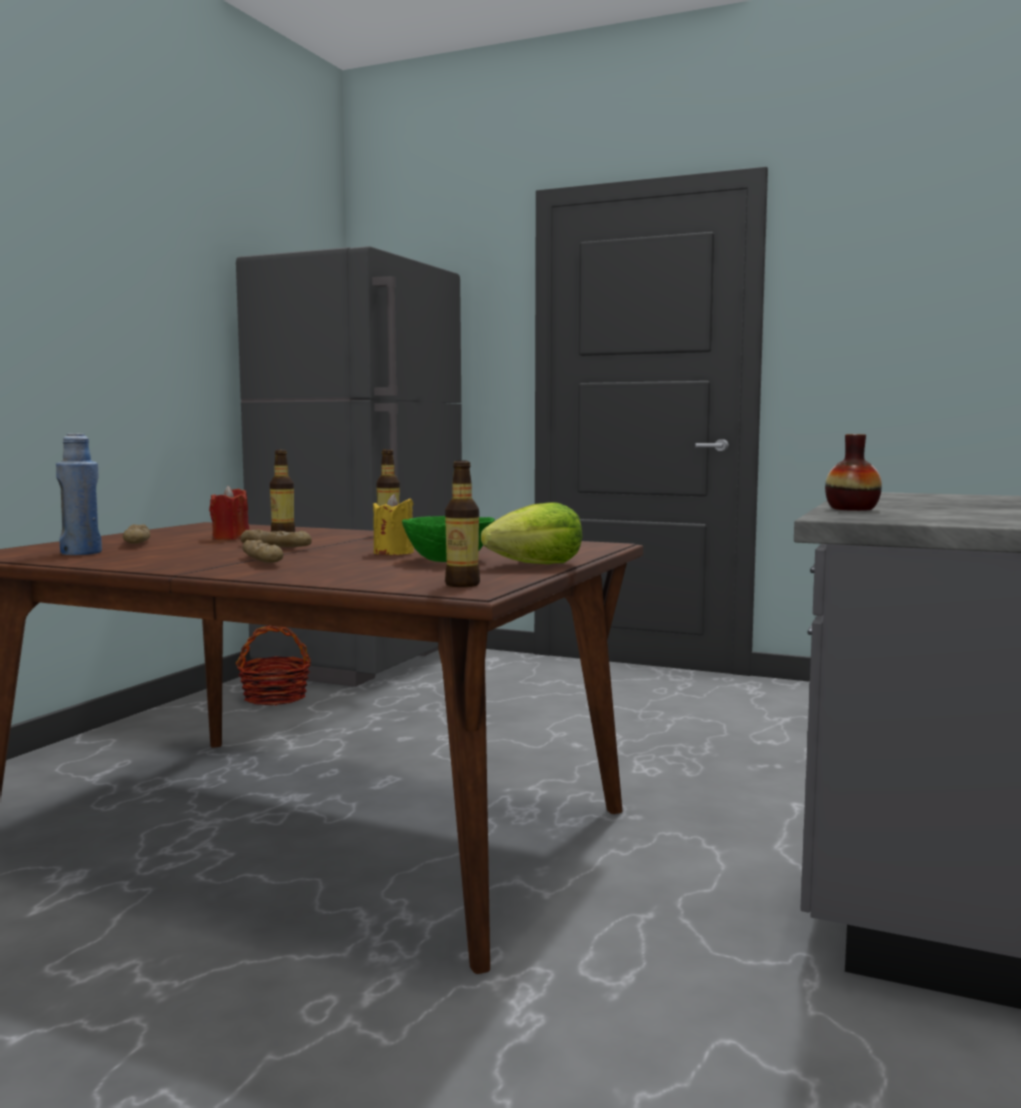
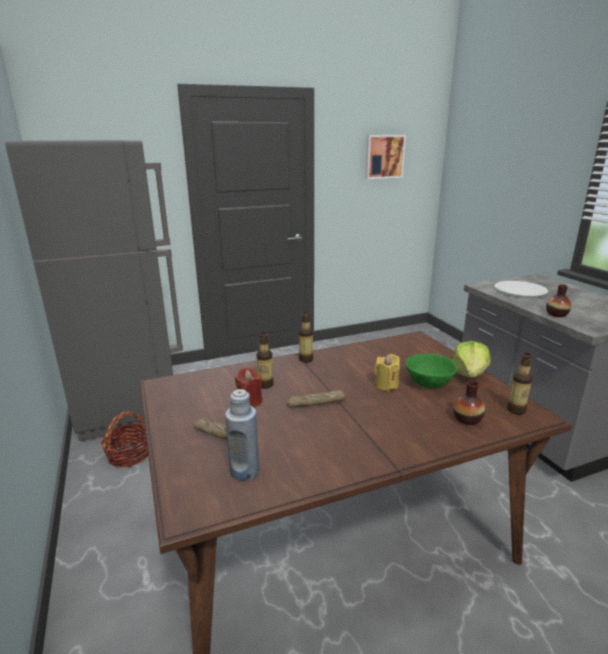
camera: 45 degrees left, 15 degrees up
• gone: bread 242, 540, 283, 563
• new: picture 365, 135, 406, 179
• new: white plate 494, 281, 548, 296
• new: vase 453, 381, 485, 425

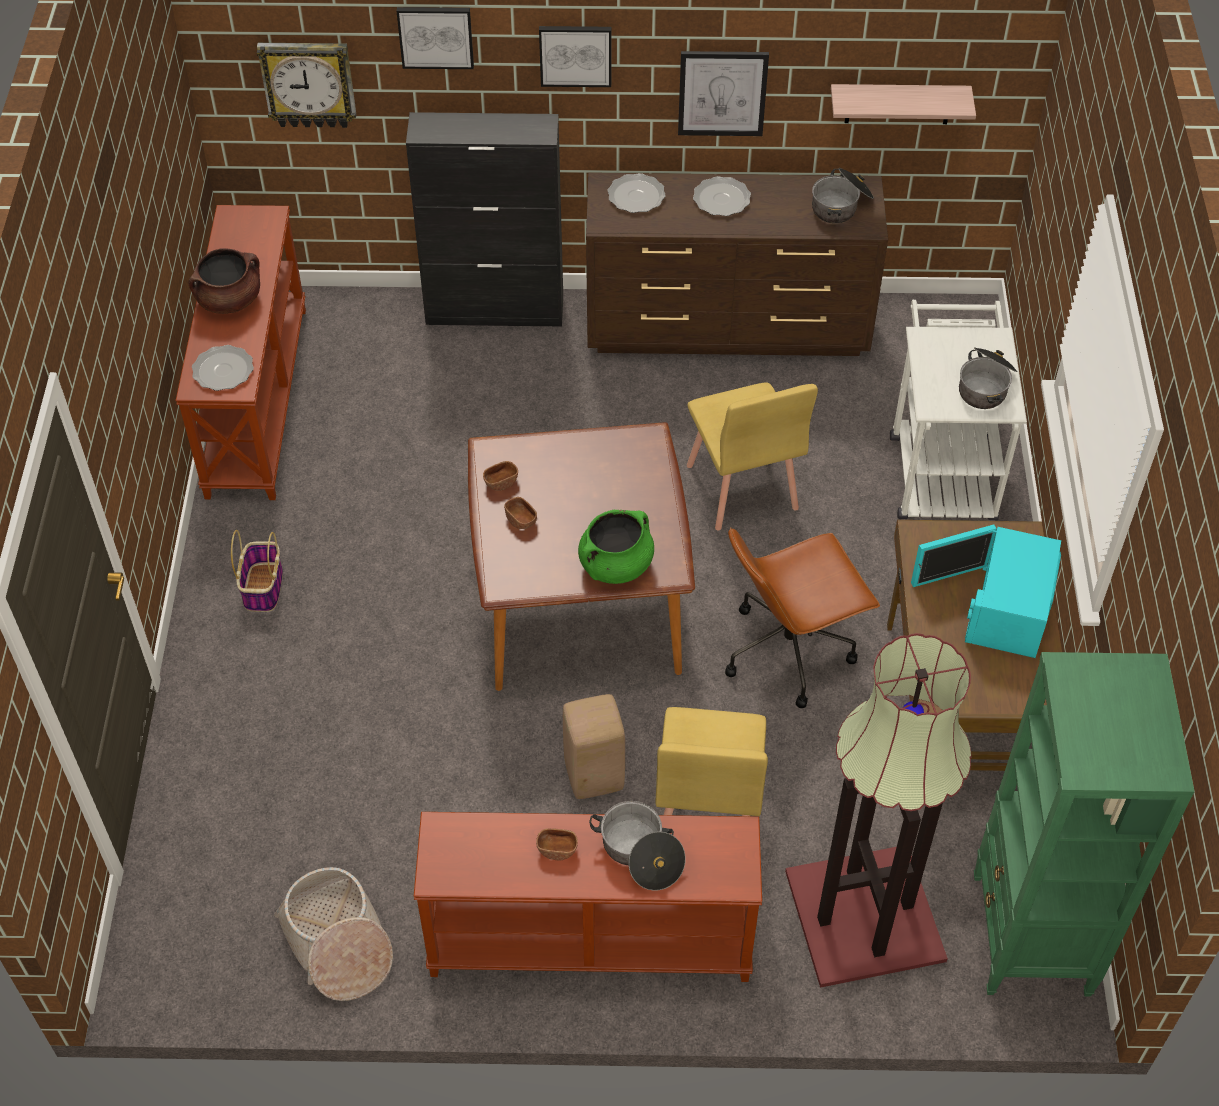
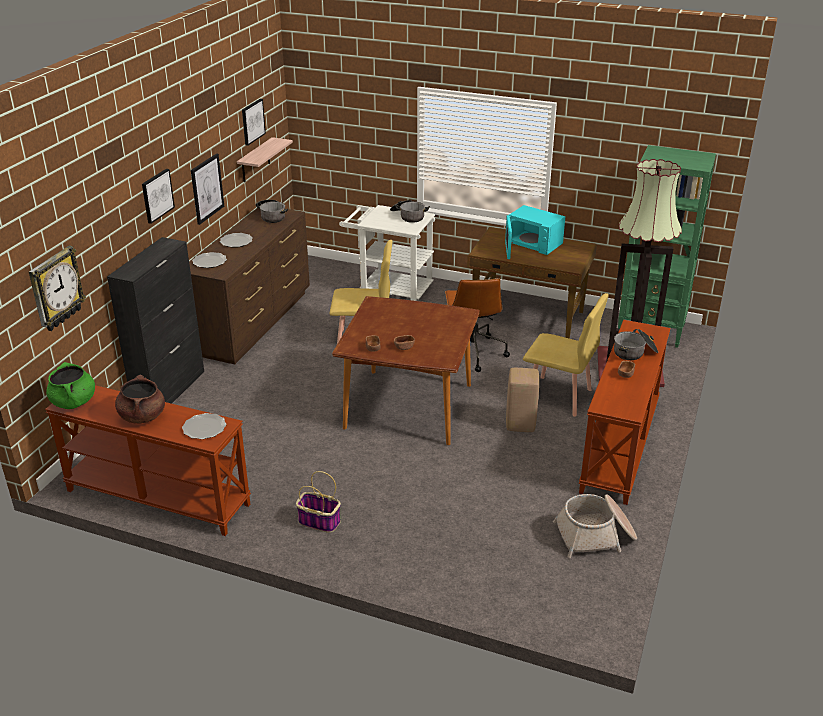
camera: 70 degrees left, 20 degrees down
• shifted: picture 397, 7, 474, 69 to 242, 99, 266, 146
• shifted: green cooking pot 578, 510, 654, 584 to 46, 362, 95, 409

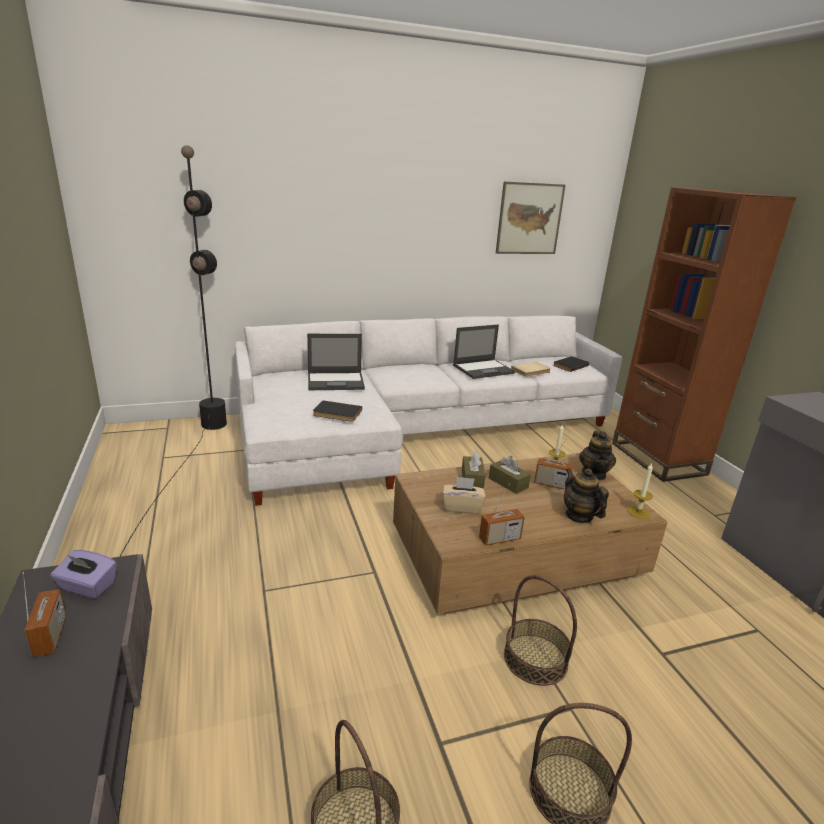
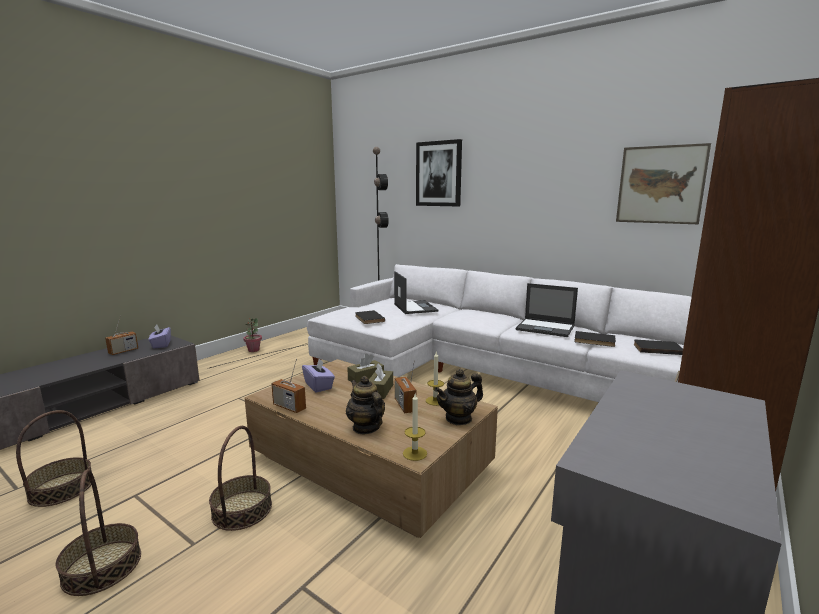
camera: 55 degrees right, 10 degrees down
• rotated: laptop 307, 334, 365, 390 = 394, 271, 438, 314 150 degrees counterclockwise
• repainted: beige book 511, 362, 551, 377 to black book 574, 331, 616, 347
• rotated: teapot 564, 468, 609, 523 = 346, 376, 385, 434 60 degrees counterclockwise
• repainted: beige tissue box 443, 476, 486, 514 to purple tissue box 302, 359, 335, 393
• new: picture 416, 139, 462, 206
• new: potted plant 243, 318, 262, 352

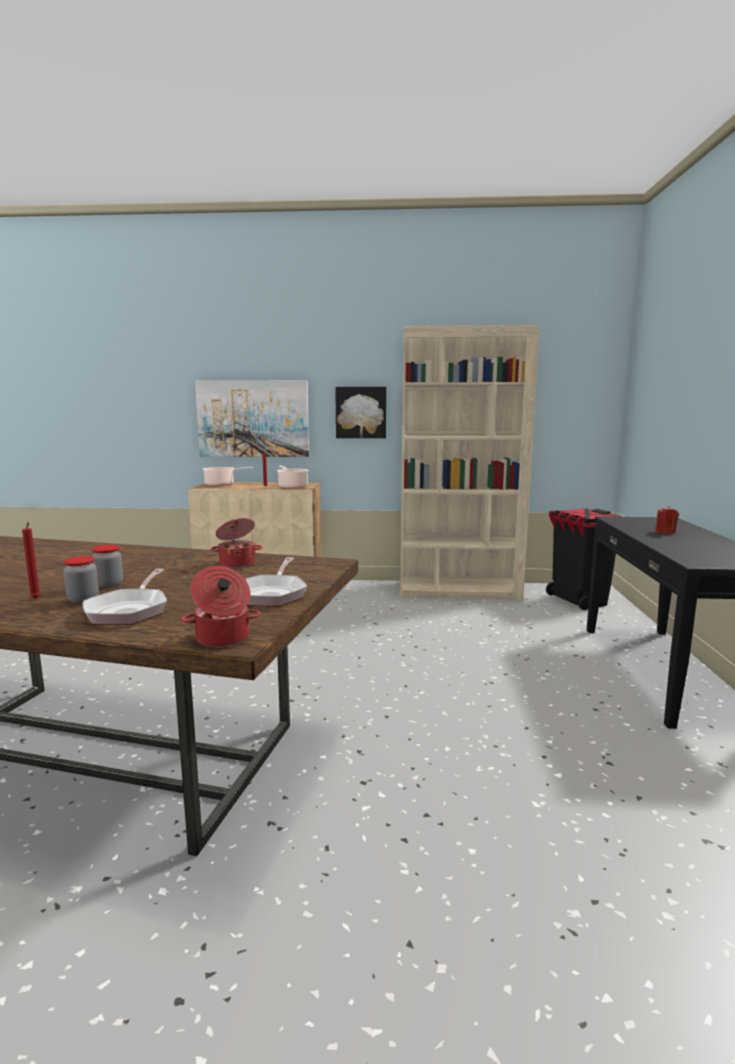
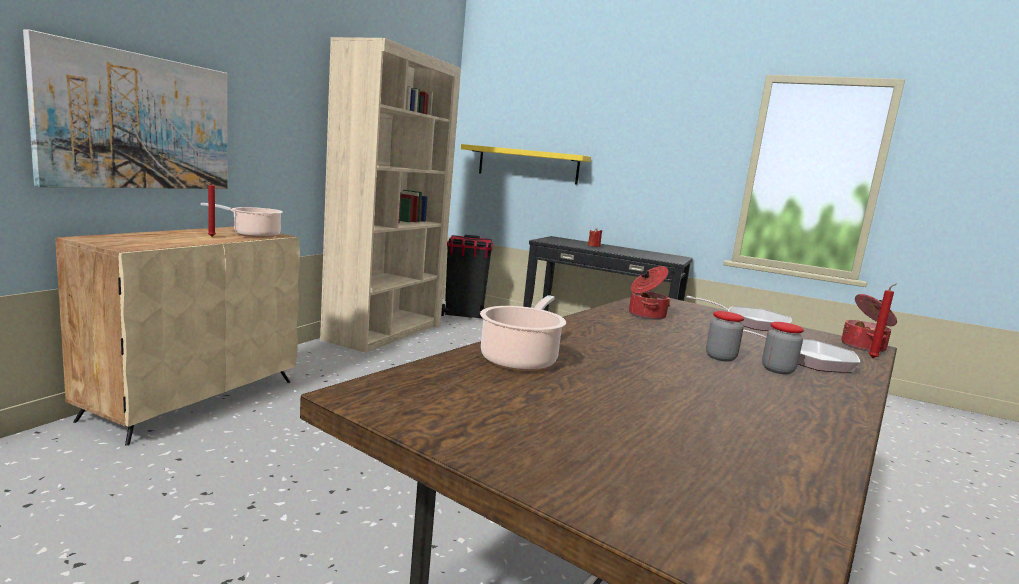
camera: 70 degrees left, 0 degrees up
• gone: picture 335, 387, 386, 438
• shifted: cooking pot 203, 467, 253, 486 to 480, 295, 566, 371
• shifted: red candle 22, 522, 41, 599 to 868, 283, 897, 358
• new: yellow shelf 461, 144, 591, 184

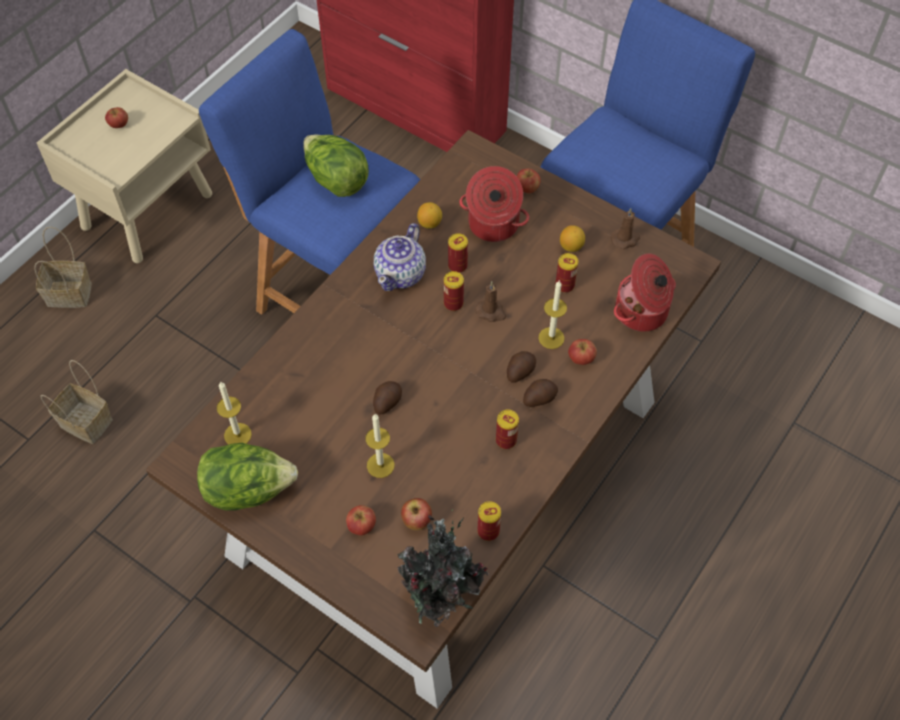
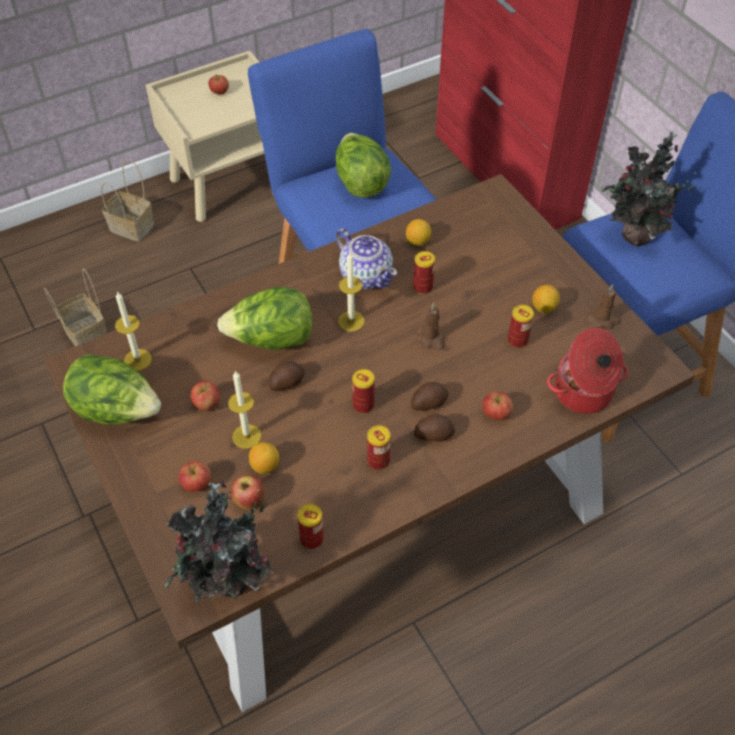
camera: 25 degrees right, 5 degrees down
• gone: cooking pot 459, 166, 529, 242
• shifted: apple 517, 169, 541, 194 to 190, 381, 220, 411
• rotated: teapot 374, 223, 426, 291 = 335, 228, 397, 289 90 degrees counterclockwise
• shifted: can 444, 271, 464, 311 to 352, 369, 375, 413
• shifted: candle 538, 281, 567, 349 to 338, 252, 365, 332
• new: potted plant 602, 131, 698, 246
• new: lettuce 217, 287, 313, 350
• new: lemon 249, 442, 279, 474

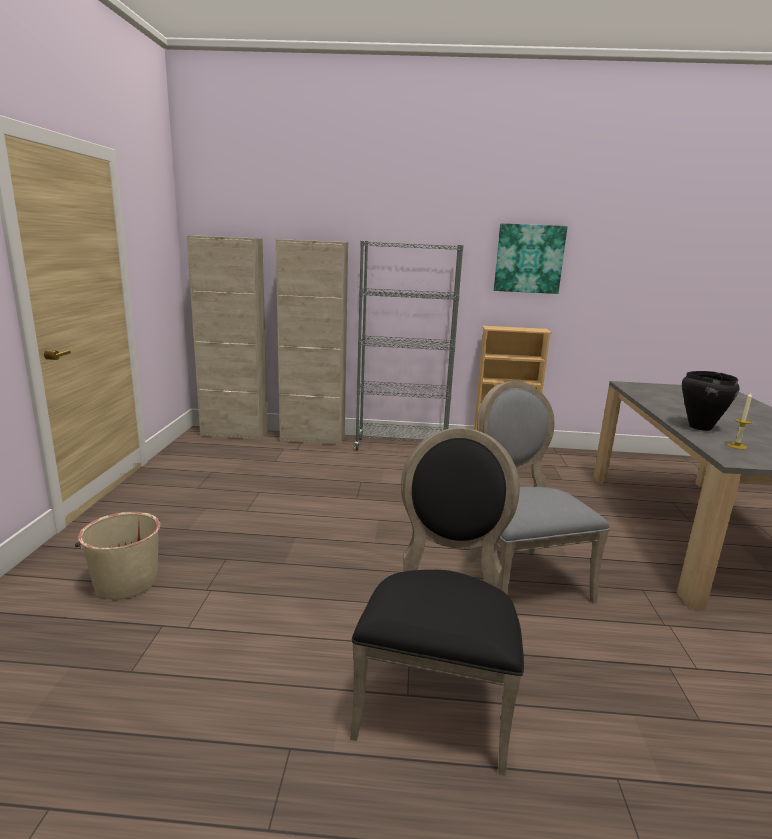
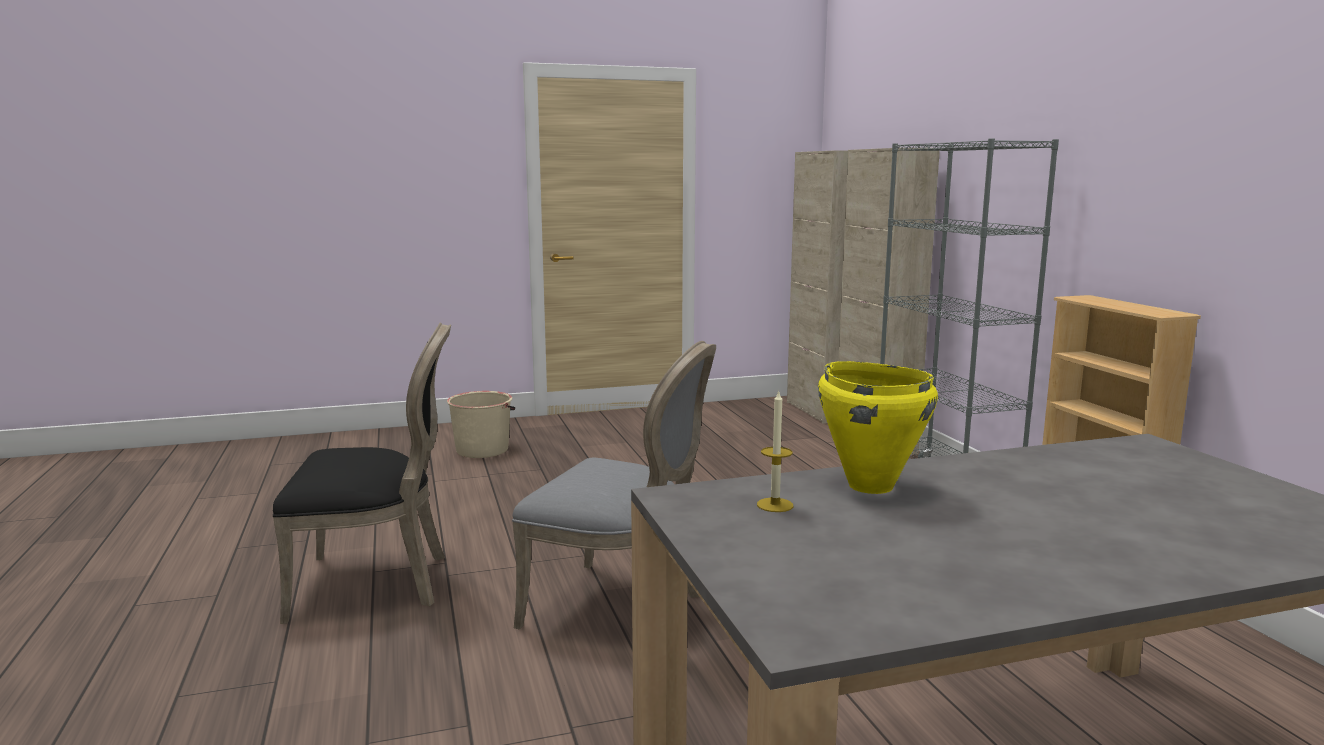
camera: 70 degrees right, 5 degrees down
• gone: picture 494, 223, 567, 294
• repainted: black cooking pot 682, 371, 740, 431 to yellow cooking pot 818, 361, 938, 494
• rotated: grey chair 466, 381, 610, 604 = 512, 341, 716, 630 60 degrees clockwise

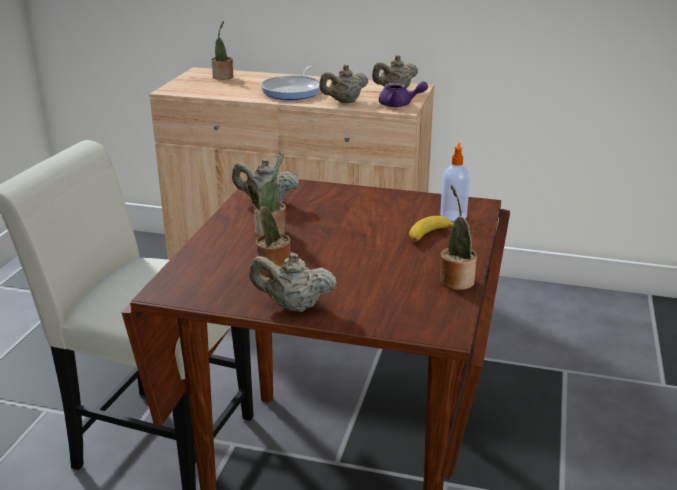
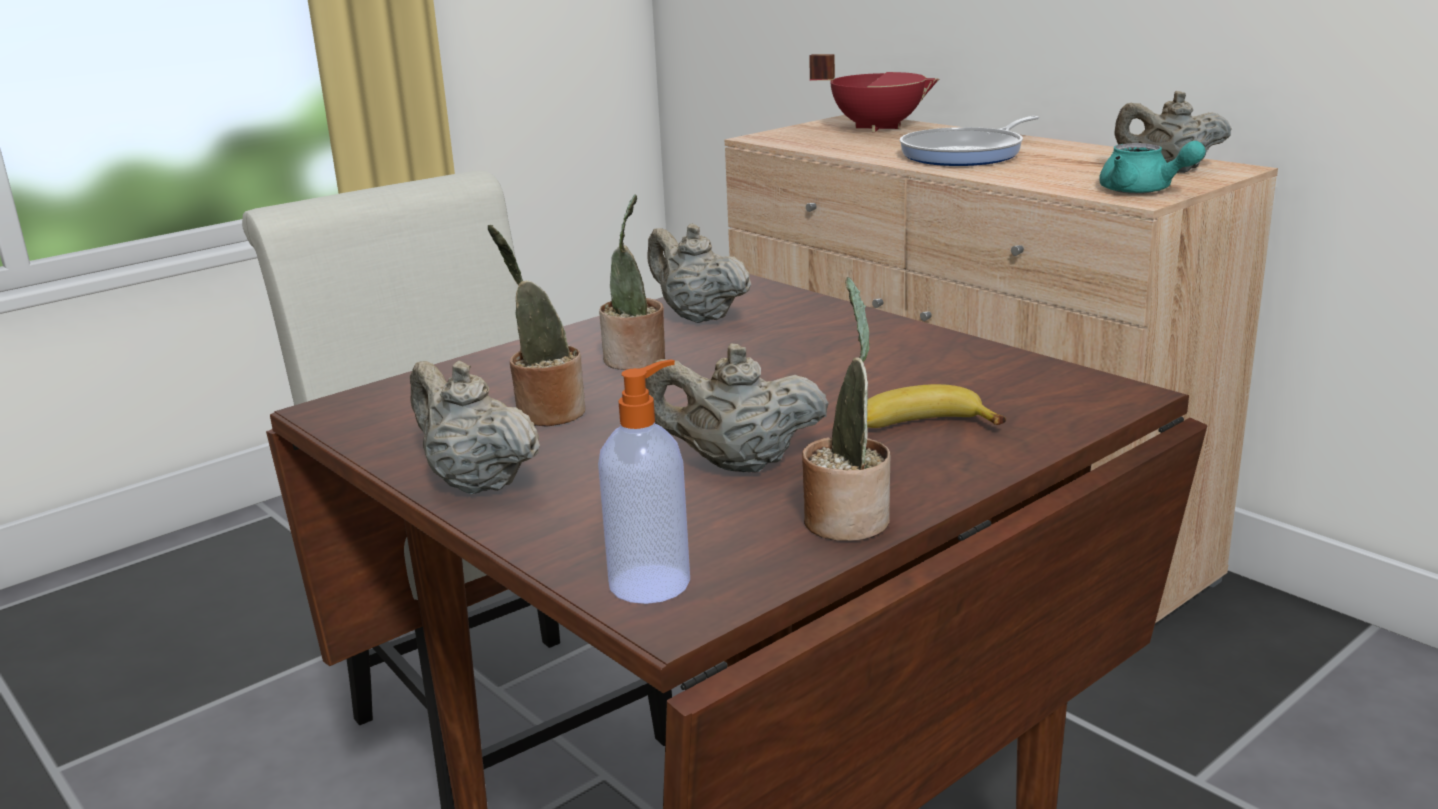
camera: 35 degrees right, 5 degrees down
• swapped: potted plant 211, 21, 233, 80 to red cooking pot 809, 54, 939, 132
• shifted: beige teapot 319, 65, 369, 103 to 645, 343, 829, 473
• repainted: purple teapot 379, 81, 428, 107 to turquoise teapot 1099, 141, 1206, 194
• shifted: soap dispenser 440, 143, 470, 222 to 598, 359, 690, 604

